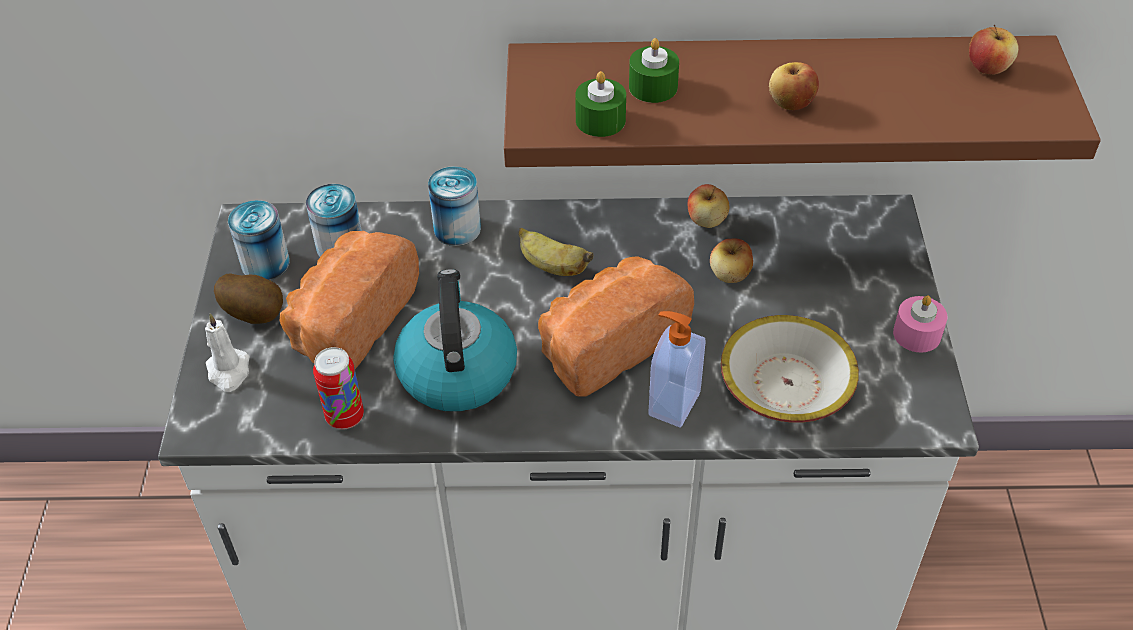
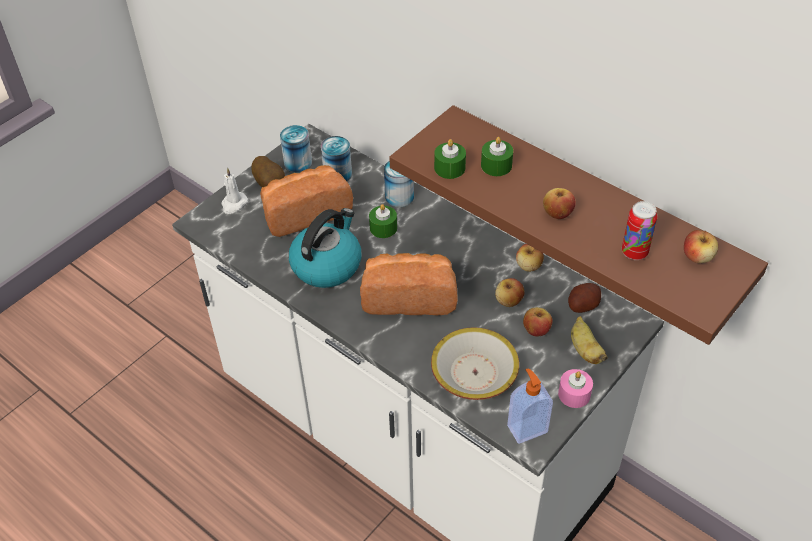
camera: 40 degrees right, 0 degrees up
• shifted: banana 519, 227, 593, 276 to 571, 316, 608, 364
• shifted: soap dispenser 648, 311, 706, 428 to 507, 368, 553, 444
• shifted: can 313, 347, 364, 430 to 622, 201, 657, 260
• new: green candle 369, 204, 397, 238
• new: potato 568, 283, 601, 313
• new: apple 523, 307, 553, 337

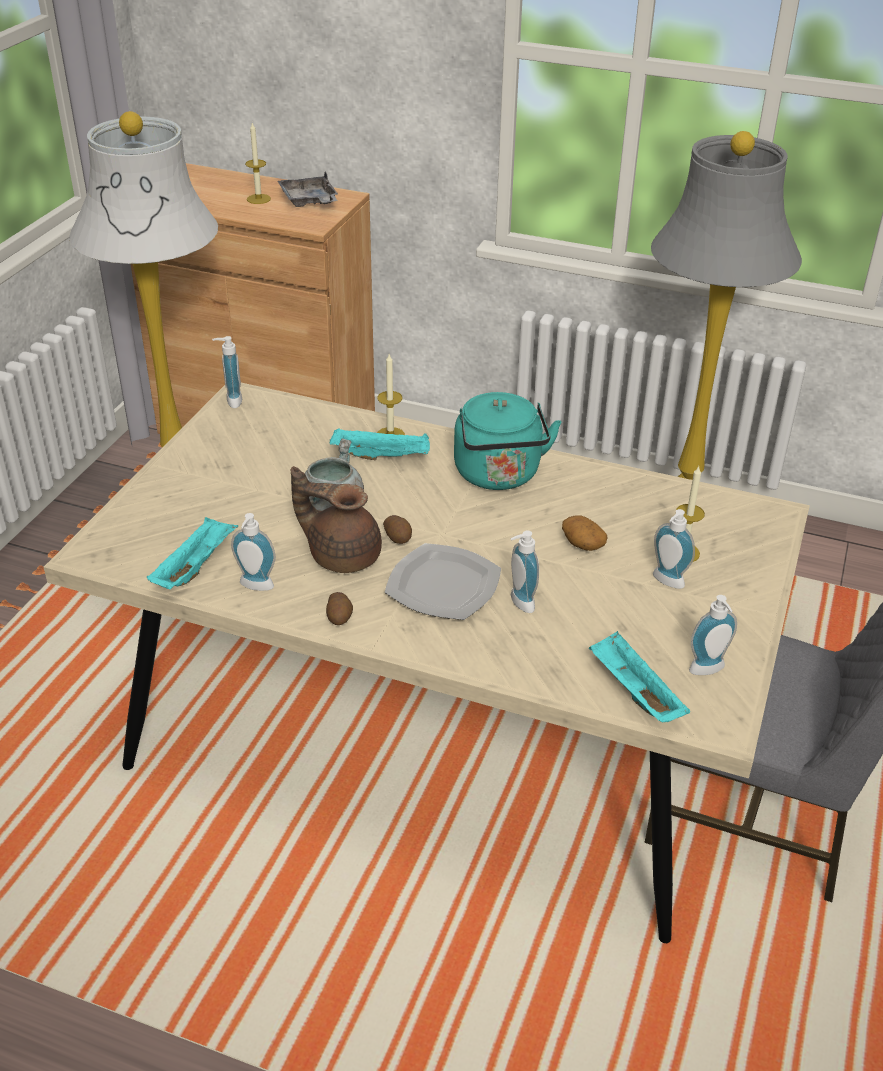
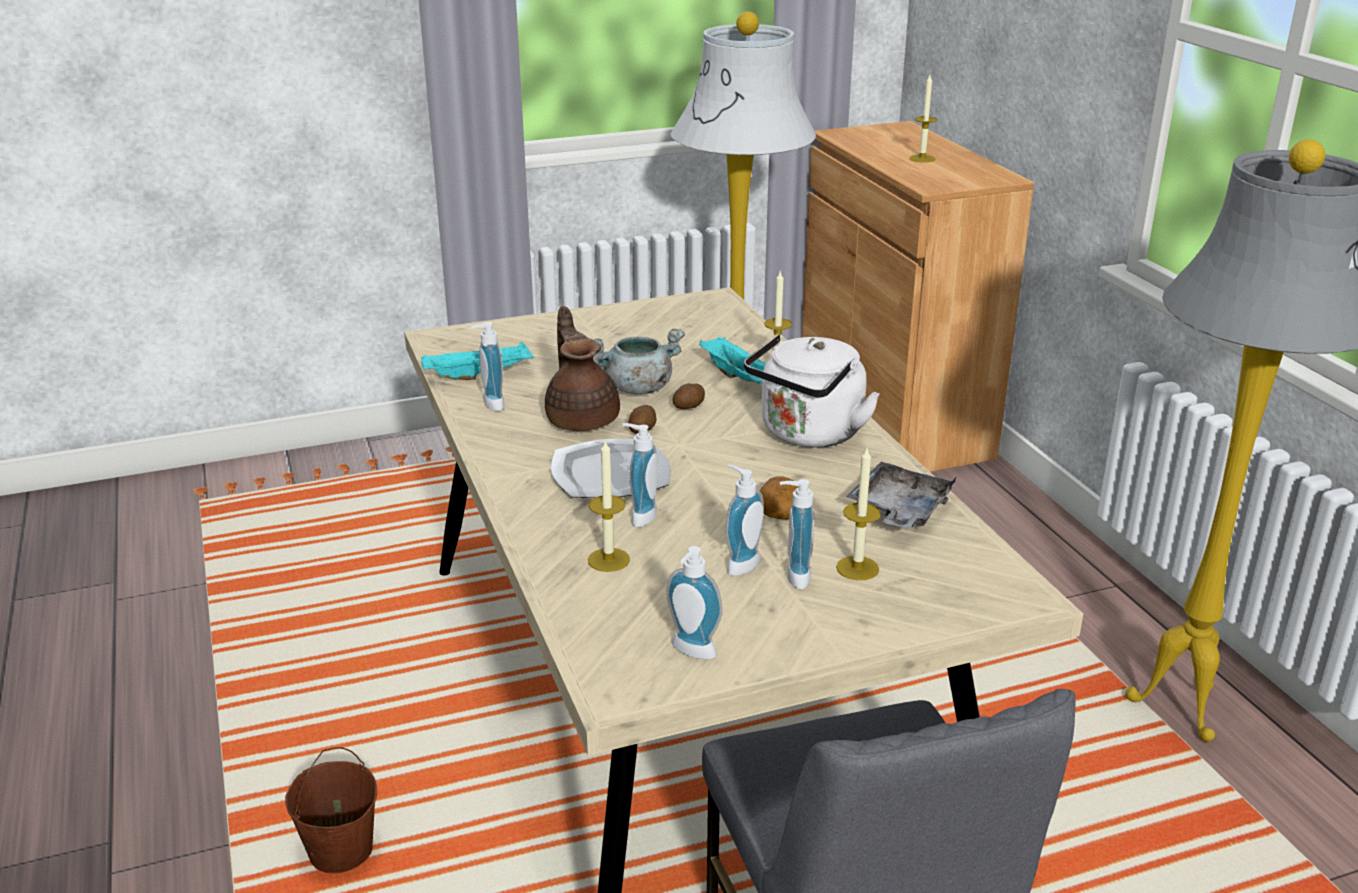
camera: 50 degrees right, 10 degrees down
• shifted: grey tray 277, 172, 338, 207 to 846, 462, 956, 529
• shifted: soap dispenser 212, 336, 242, 408 to 726, 465, 764, 576
• repainted: turquoise kettle 454, 392, 561, 490 to white kettle 744, 334, 880, 448
• shifted: potato 326, 592, 353, 625 to 673, 383, 705, 409
• gone: turquoise tray 589, 631, 690, 723
• new: candle 588, 439, 630, 572
• new: brown bucket 285, 747, 377, 873

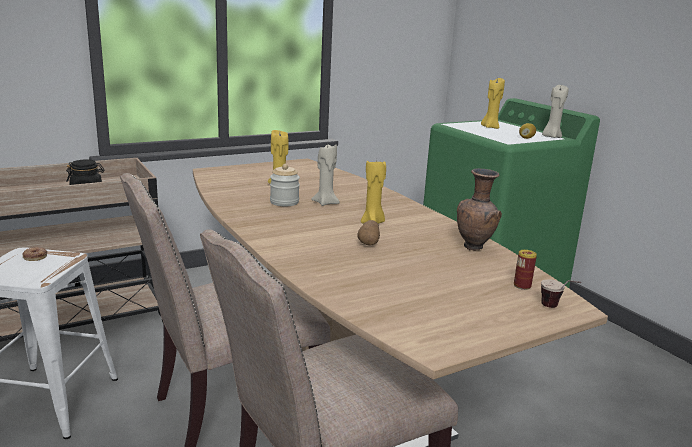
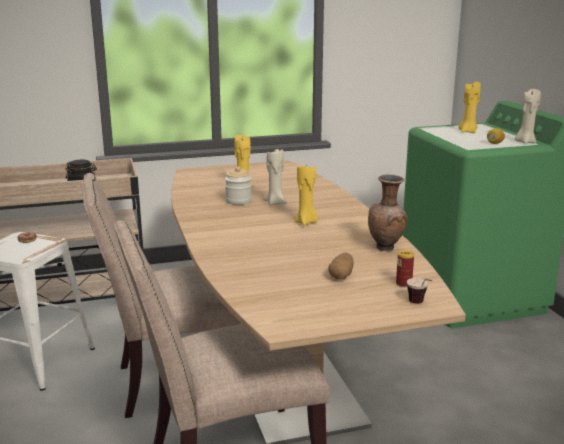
camera: 15 degrees right, 0 degrees up
• shifted: potato 358, 220, 380, 245 to 328, 253, 353, 280

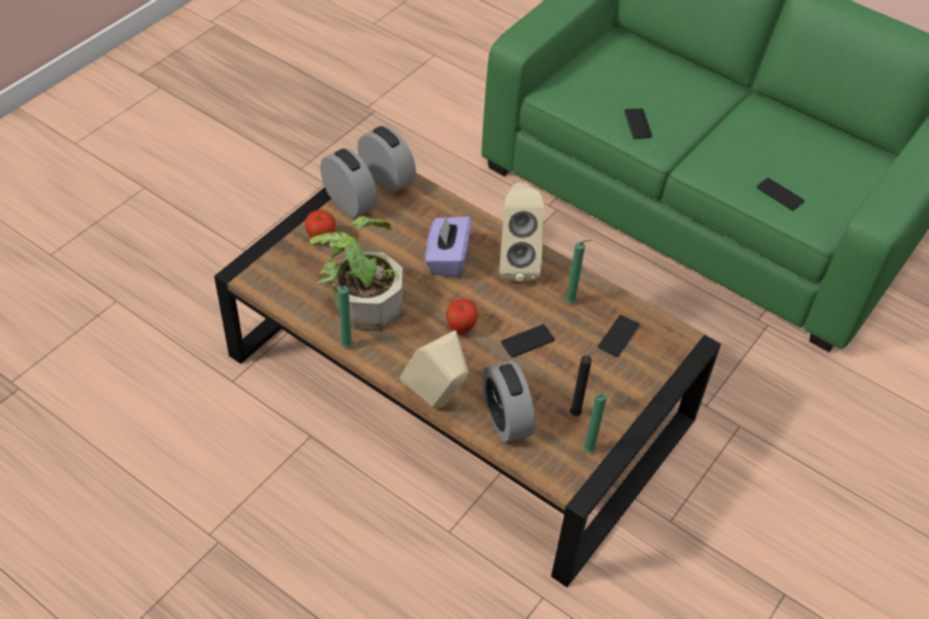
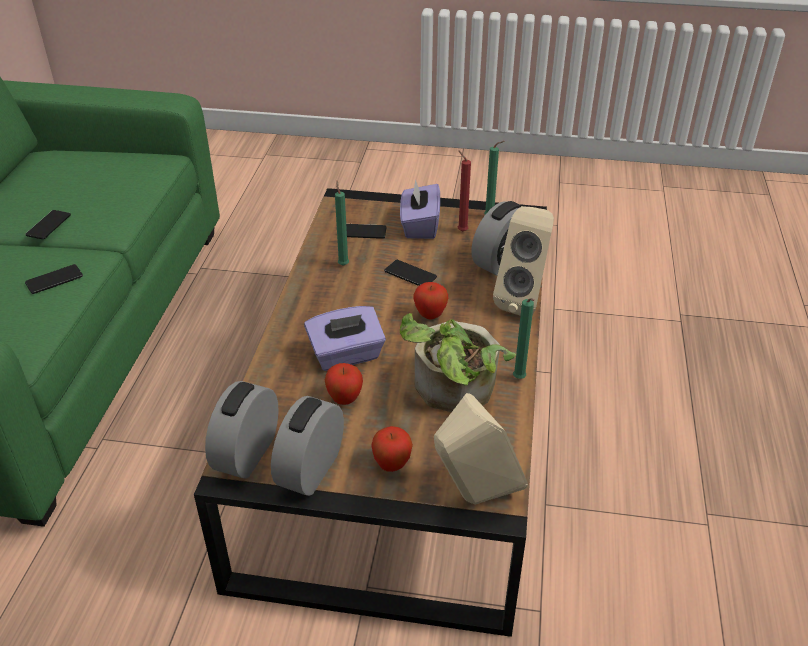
camera: 115 degrees left, 10 degrees down
• shifted: phone 756, 177, 804, 210 to 25, 210, 71, 239
• shifted: beige speaker 499, 182, 544, 282 to 434, 393, 528, 505
• repainted: black candle 570, 349, 597, 416 to red candle 458, 151, 471, 232
• new: purple tissue box 400, 179, 440, 239
• new: apple 325, 363, 363, 405

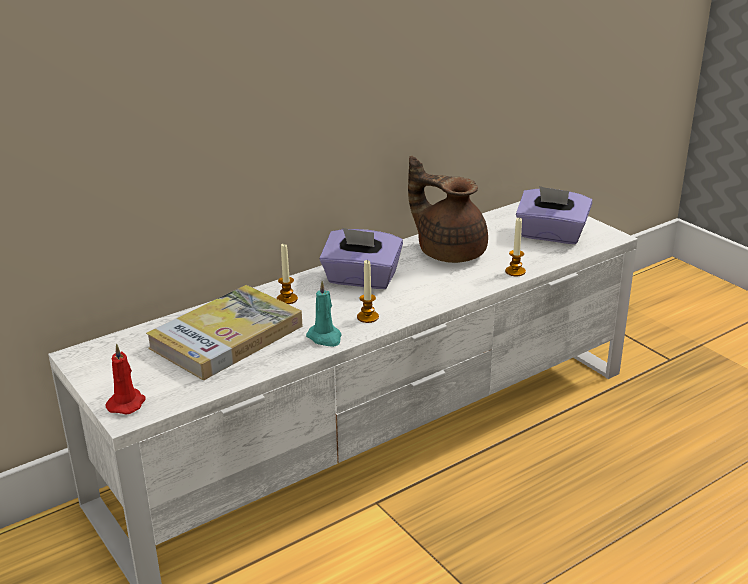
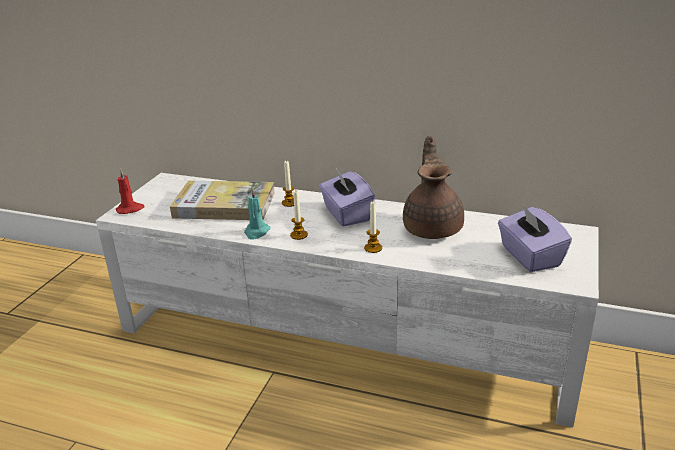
camera: 55 degrees right, 0 degrees up
• shifted: candle 505, 218, 526, 276 to 364, 201, 382, 253

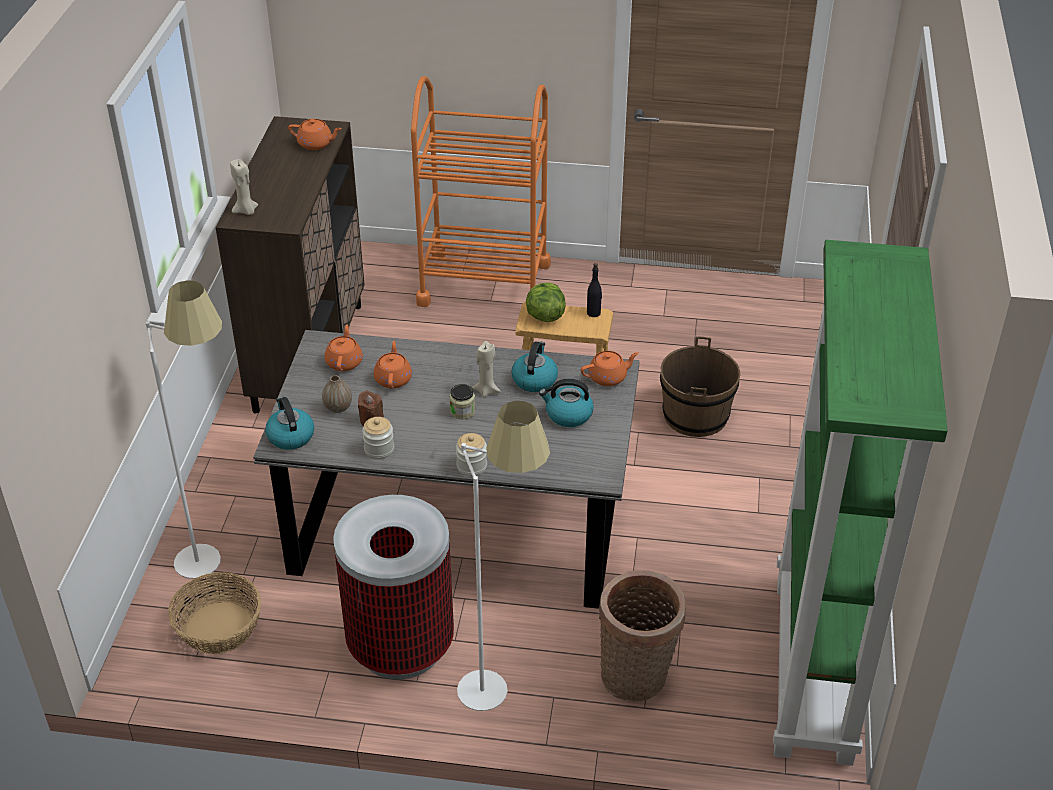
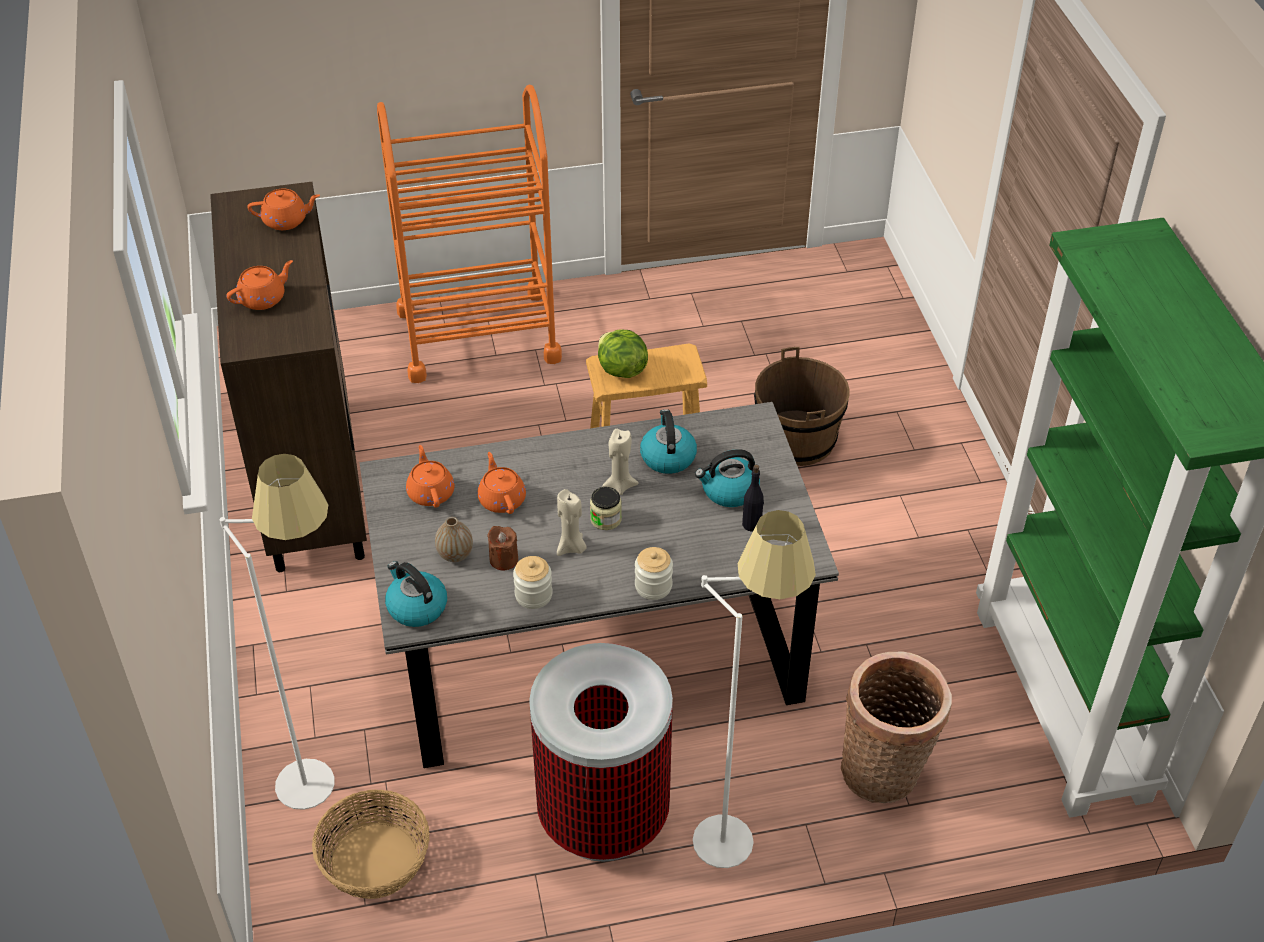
camera: 20 degrees left, 5 degrees up
• shifted: beige candle 230, 159, 258, 215 to 557, 489, 587, 556
• shifted: black bottle 587, 263, 602, 317 to 742, 465, 764, 531
• shifted: orange teapot 581, 351, 639, 386 to 226, 260, 293, 310

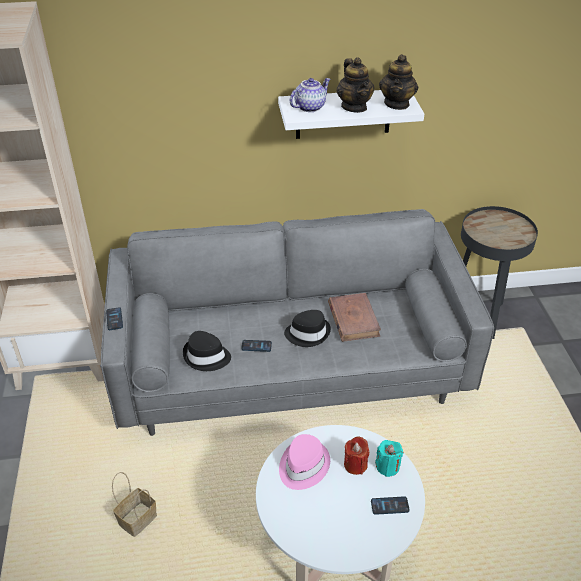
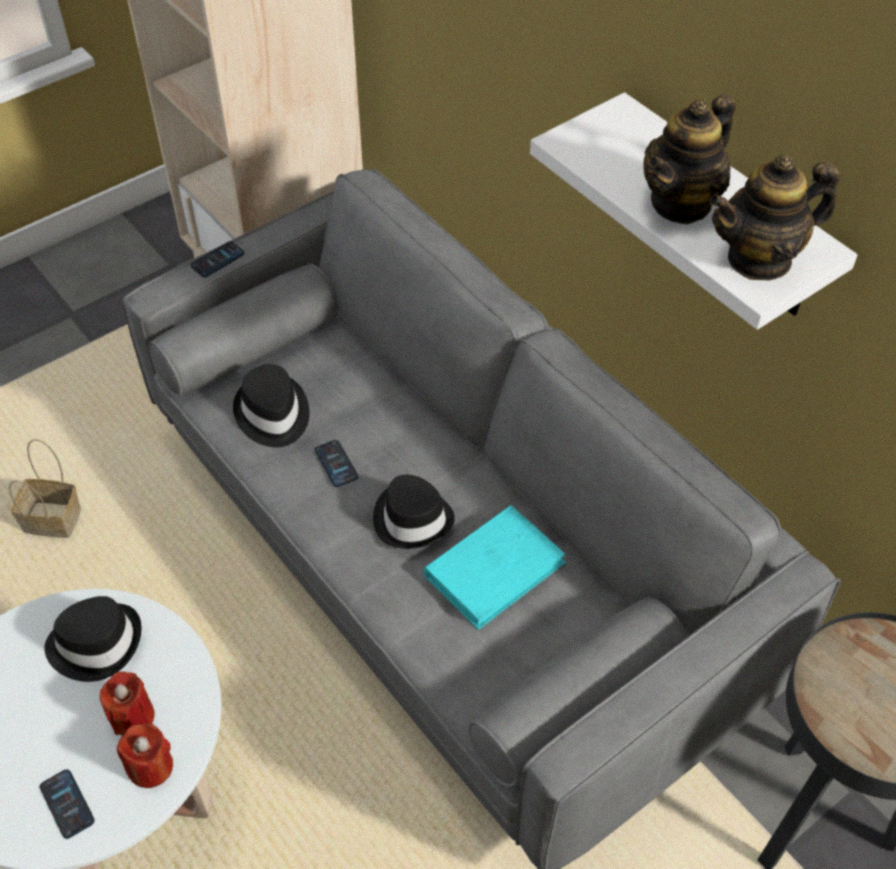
camera: 60 degrees right, 10 degrees up
• gone: teapot 290, 78, 331, 112
• repainted: brown book 328, 293, 381, 342 to turquoise book 423, 505, 567, 630
• repainted: pink hat 279, 434, 330, 490 to black hat 44, 596, 142, 682
• repainted: turquoise candle 375, 440, 404, 477 to red candle 117, 723, 173, 788

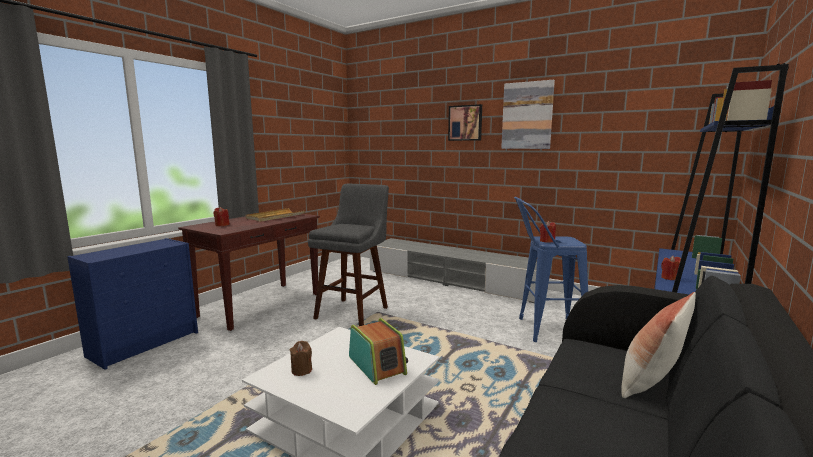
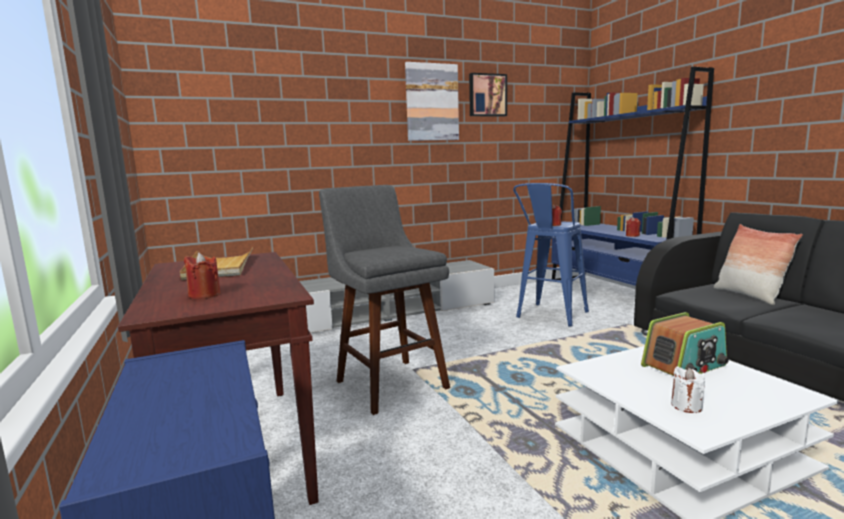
camera: 55 degrees left, 0 degrees up
• shifted: picture 448, 104, 482, 141 to 469, 73, 507, 116
• rotated: radio 349, 318, 408, 385 = 641, 312, 729, 376 150 degrees clockwise
• repainted: brown candle 290, 341, 312, 376 to white candle 671, 367, 705, 413

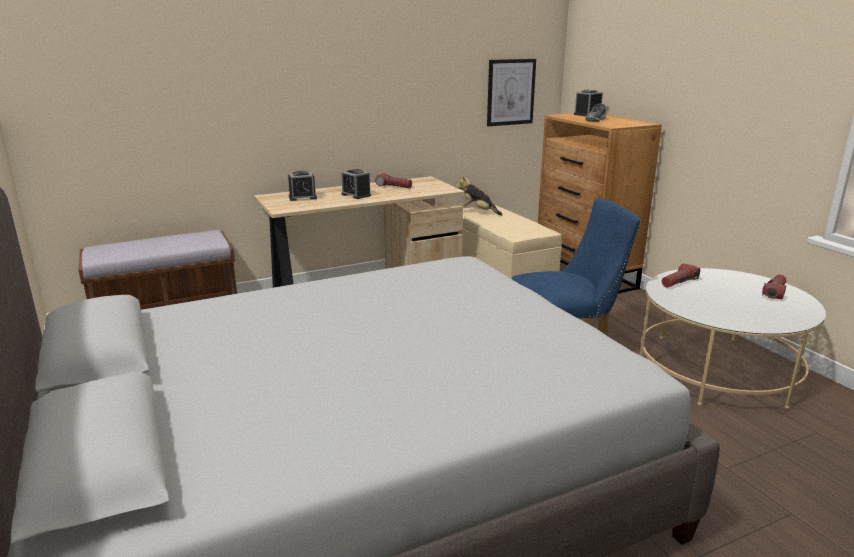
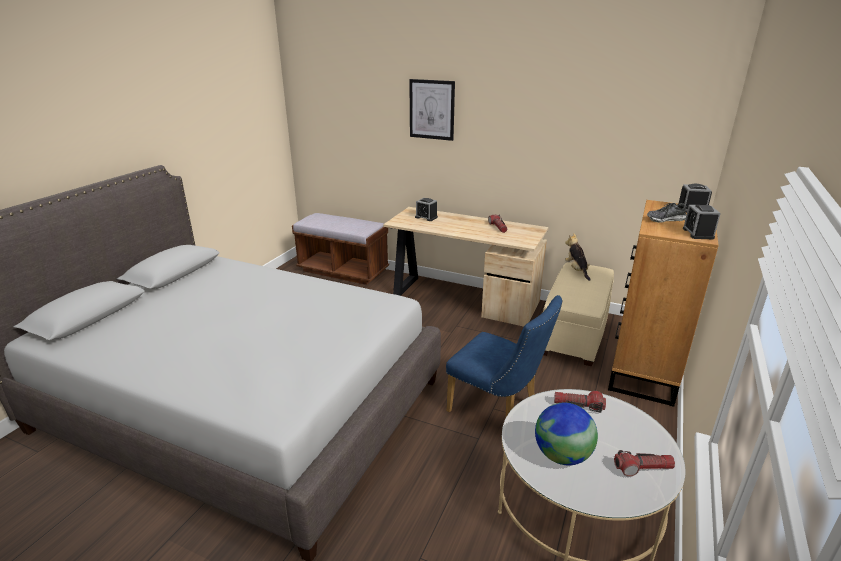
camera: 50 degrees right, 5 degrees up
• shifted: picture 487, 59, 536, 126 to 409, 79, 455, 141
• shifted: alarm clock 341, 169, 371, 199 to 683, 205, 721, 239
• new: globe 535, 402, 598, 465

